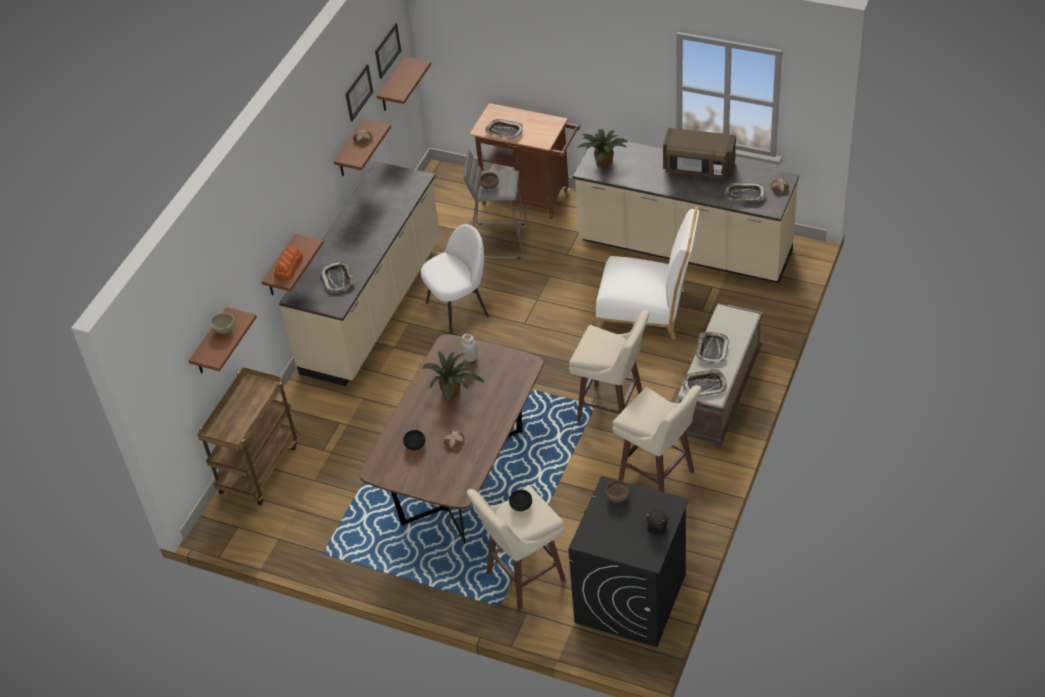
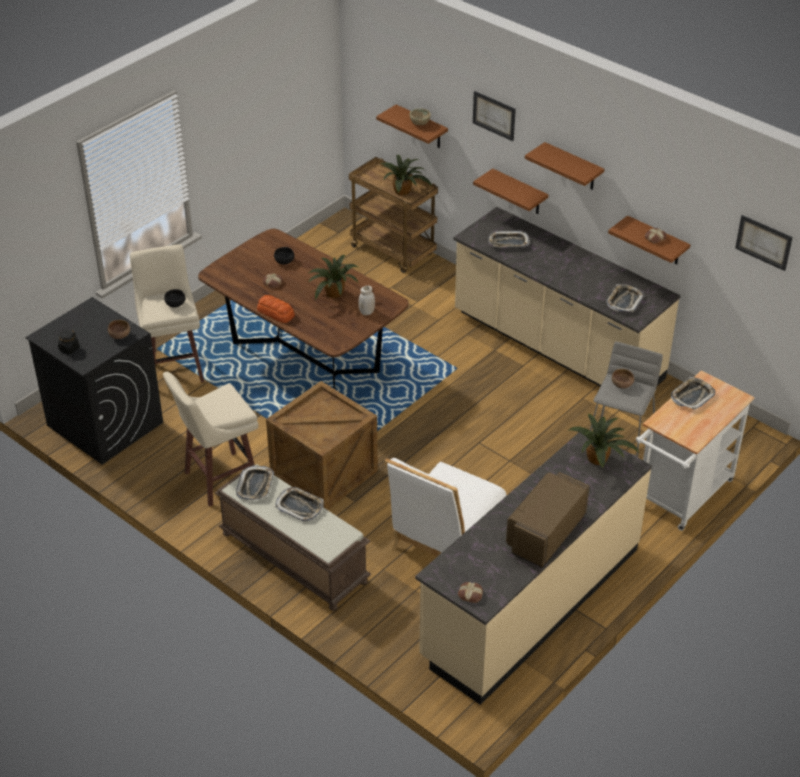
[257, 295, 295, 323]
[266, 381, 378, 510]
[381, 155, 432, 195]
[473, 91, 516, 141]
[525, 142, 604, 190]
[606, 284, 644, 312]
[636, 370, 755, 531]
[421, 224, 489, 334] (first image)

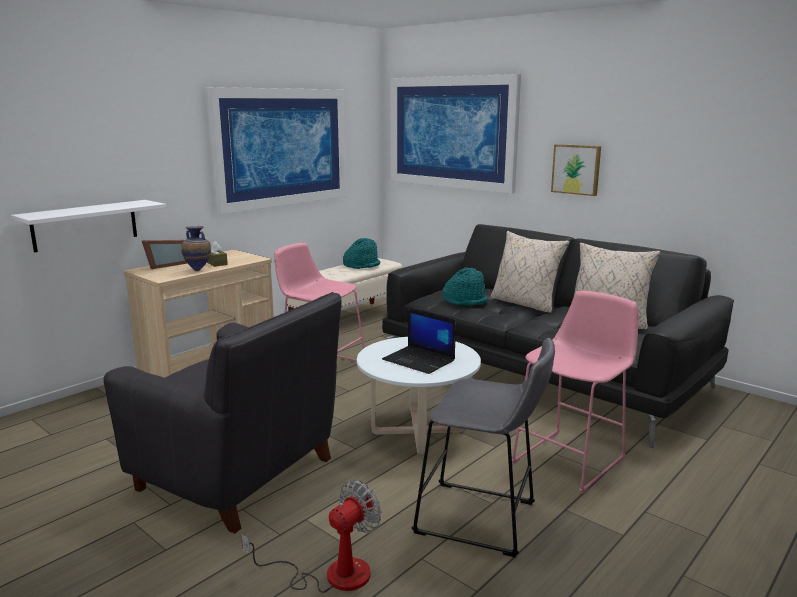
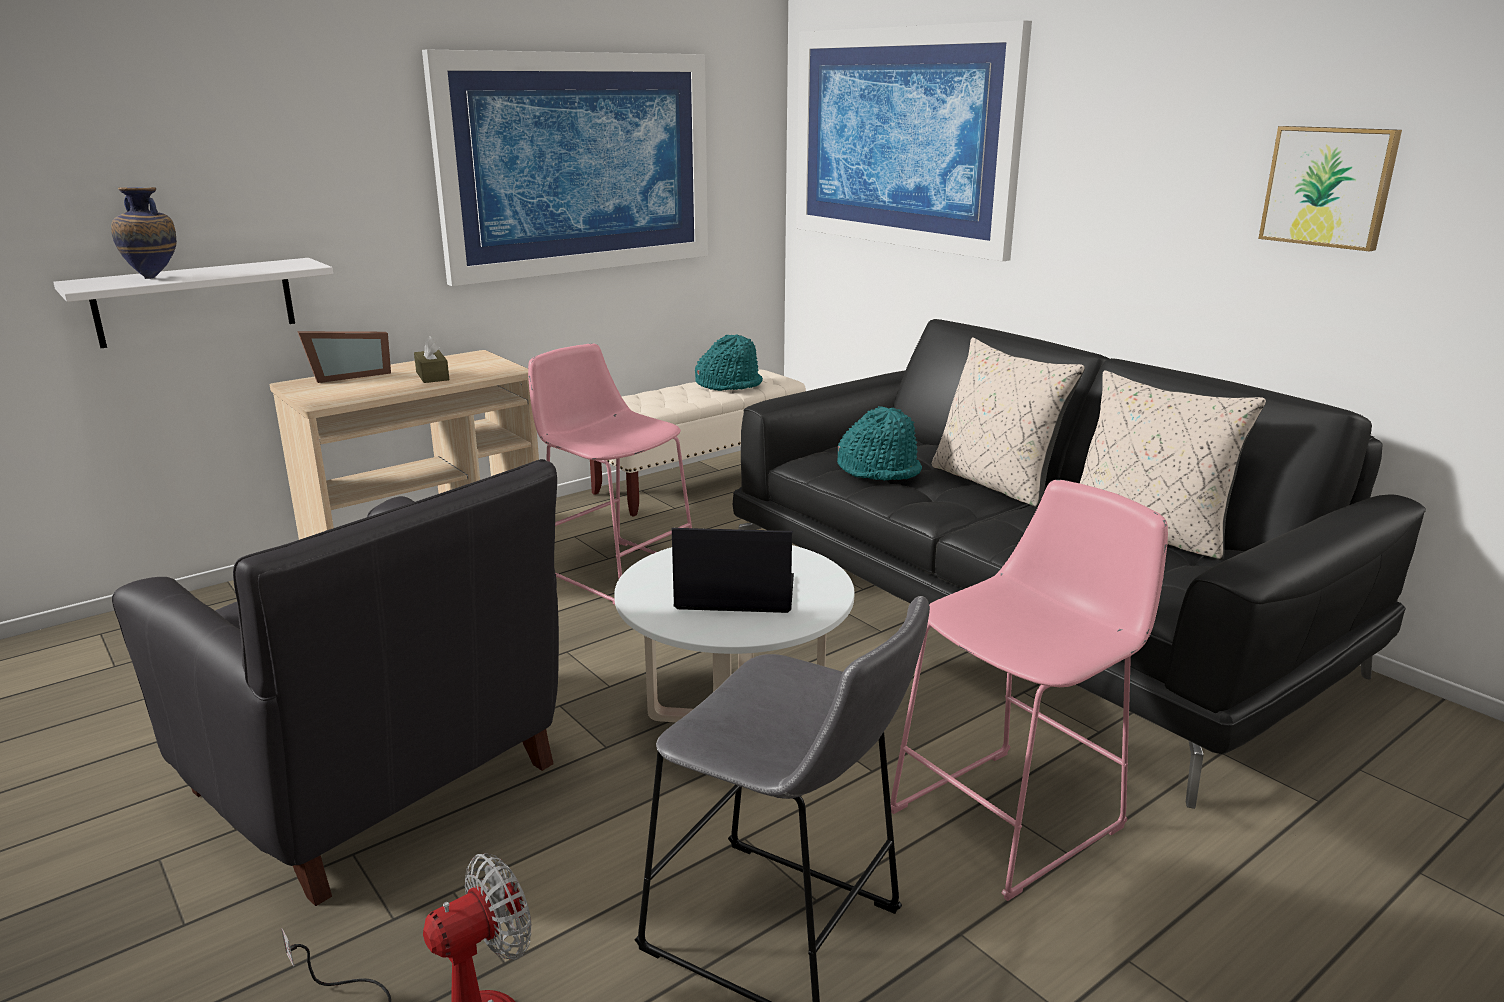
[111, 187, 177, 279]
[672, 528, 794, 613]
[1258, 126, 1402, 252]

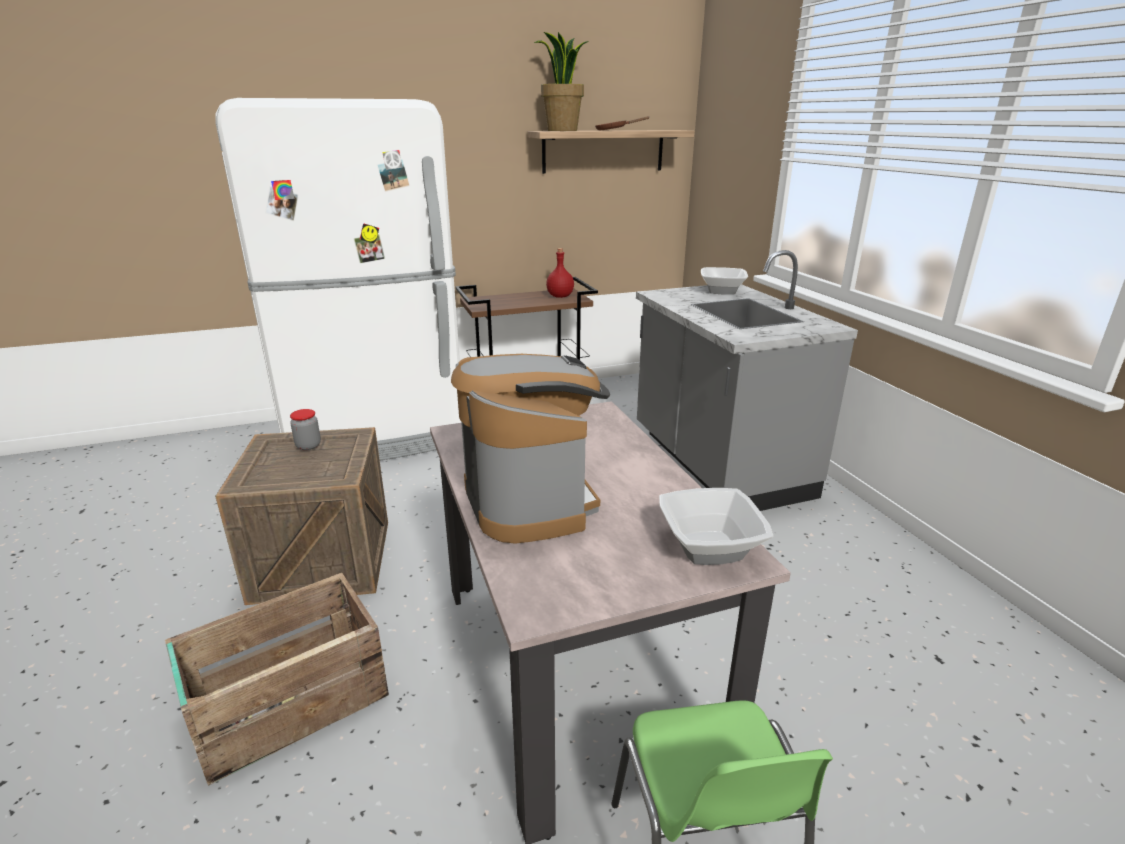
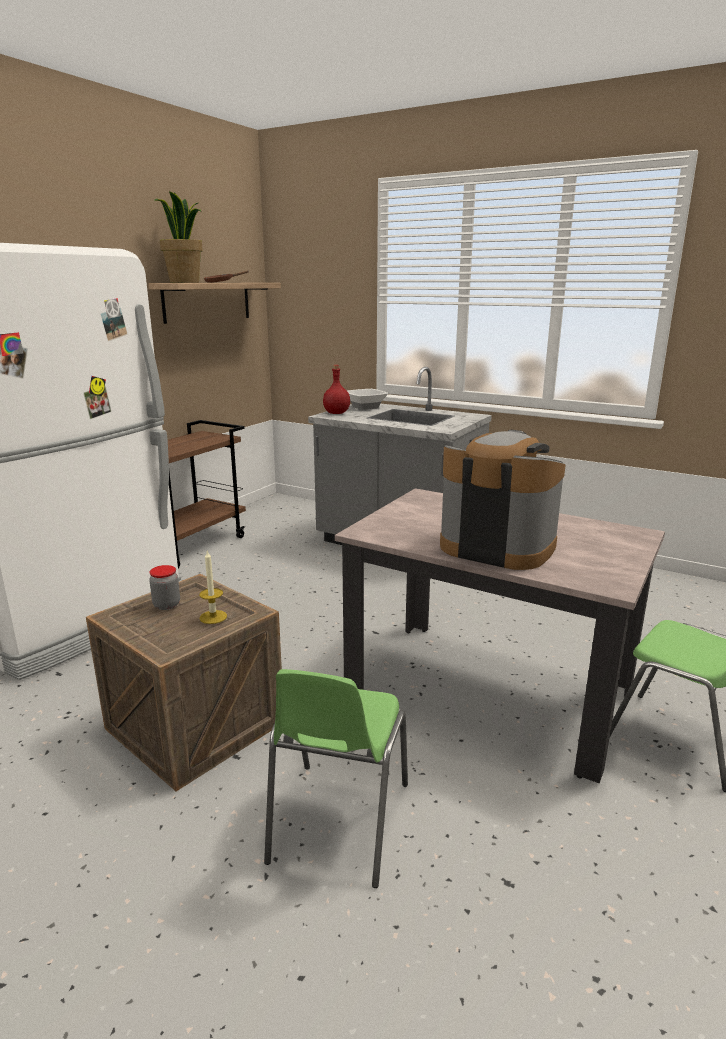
[199, 551, 227, 624]
[264, 669, 408, 888]
[323, 365, 350, 414]
[659, 488, 773, 565] (first image)

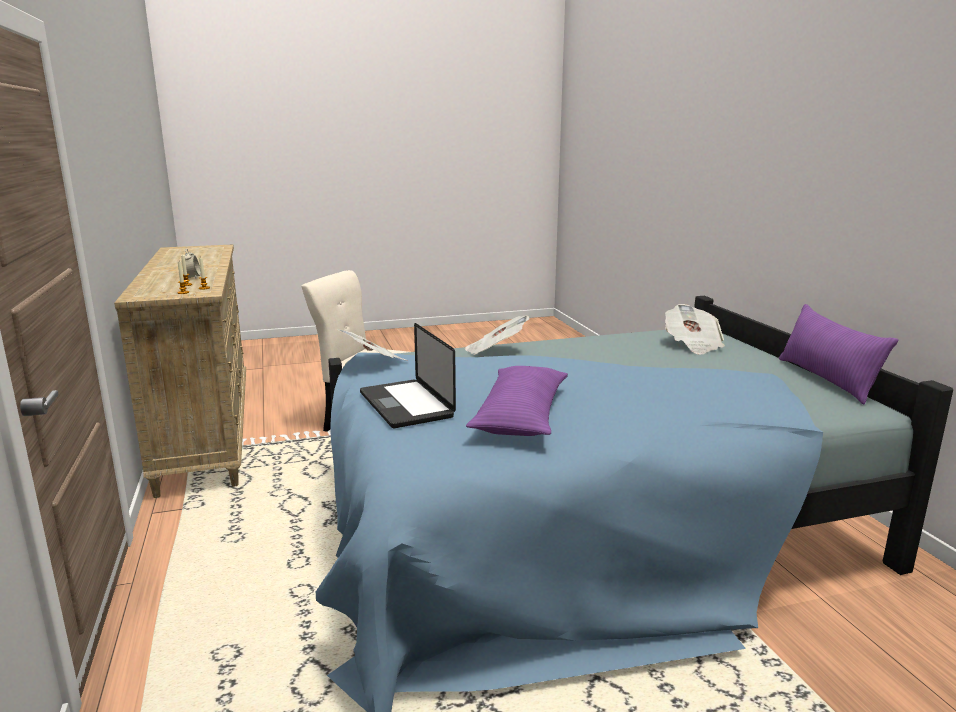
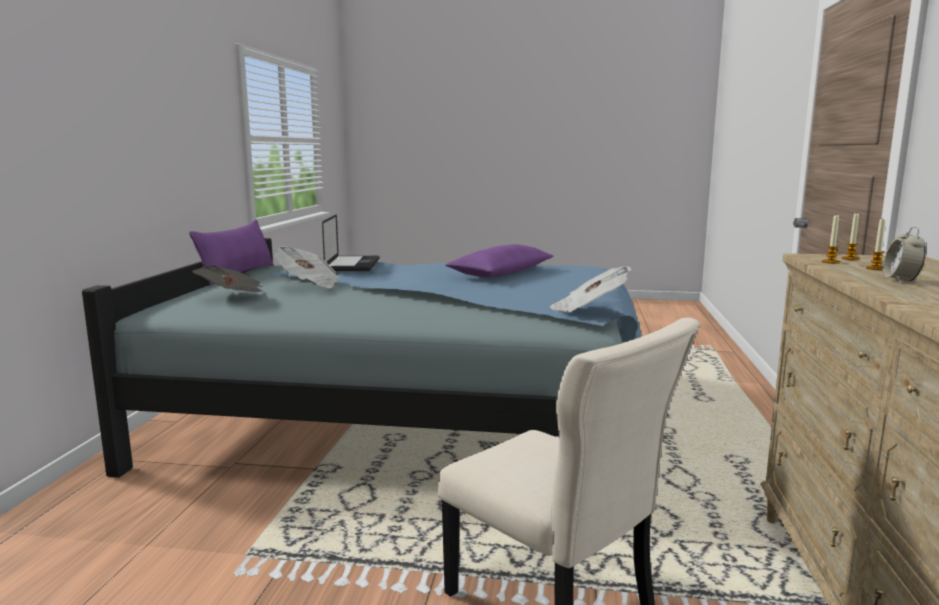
[274, 246, 340, 288]
[322, 214, 380, 271]

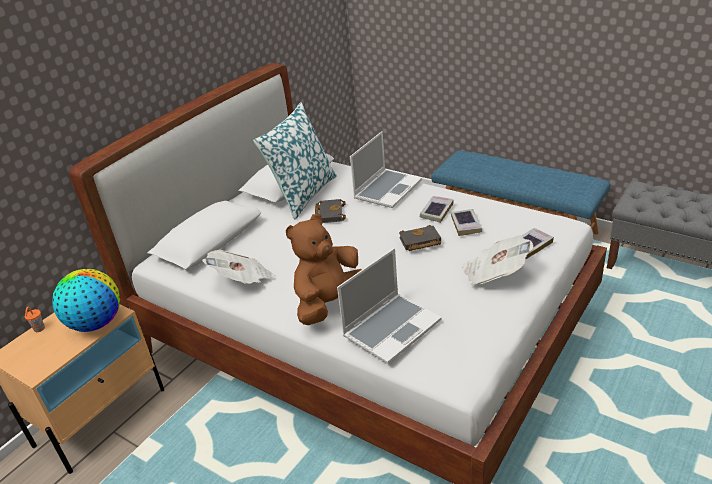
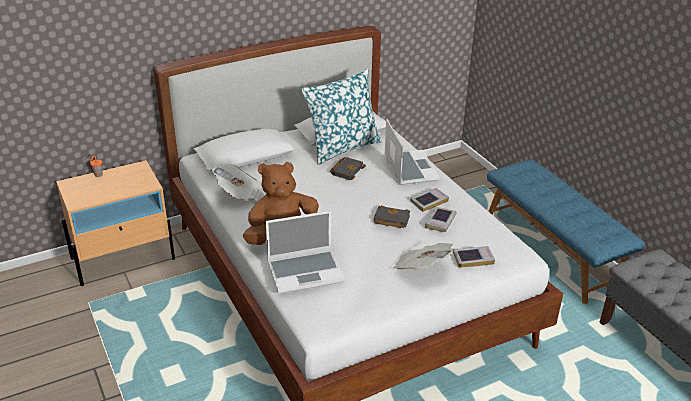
[384, 119, 440, 185]
[52, 269, 120, 332] (first image)

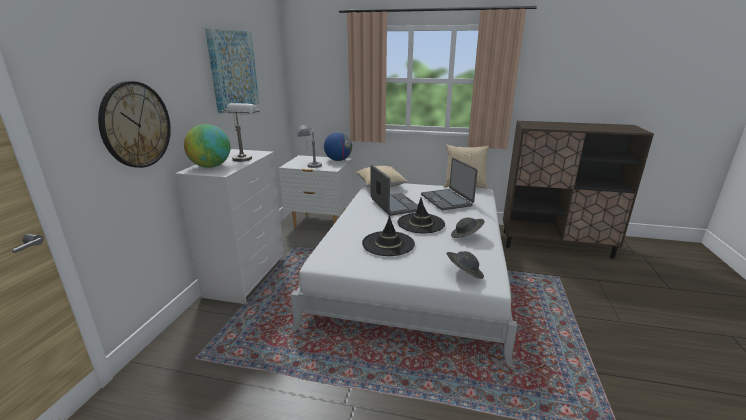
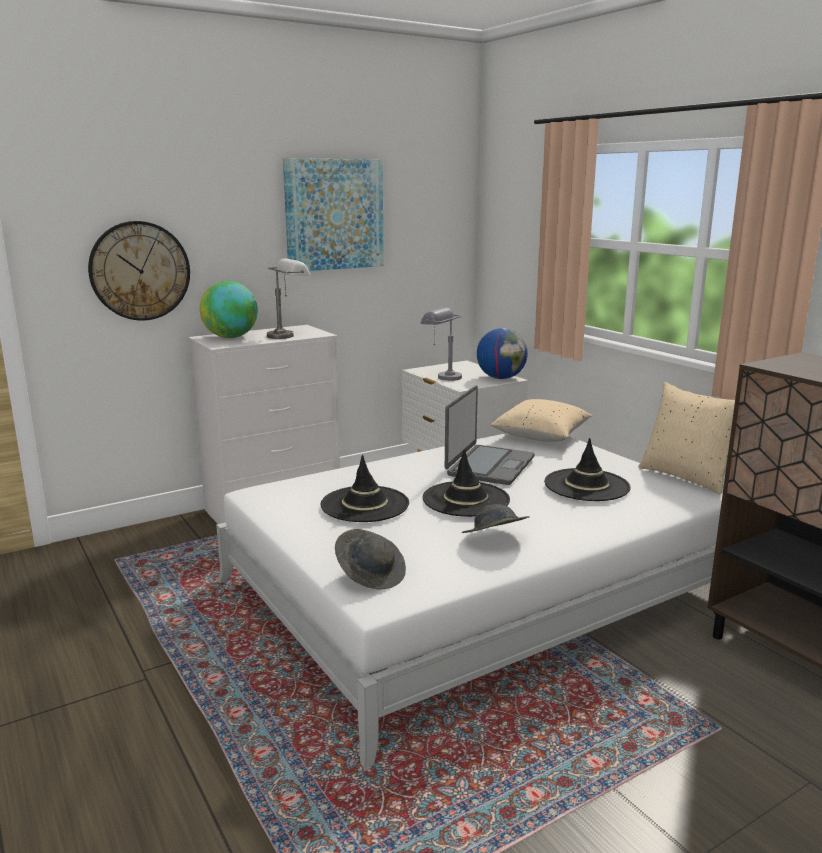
[544, 438, 631, 501]

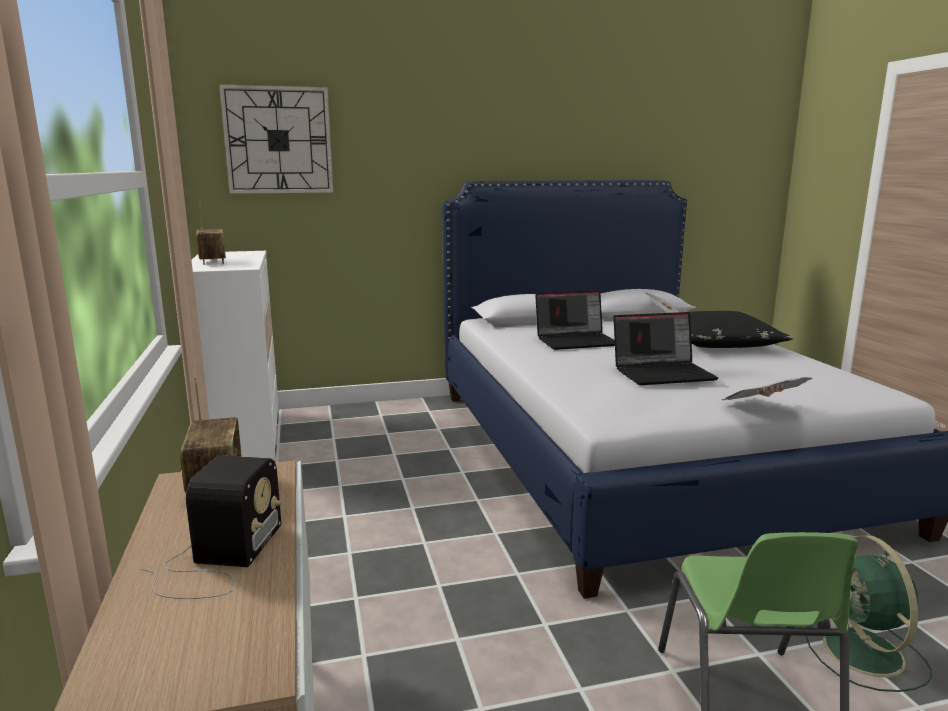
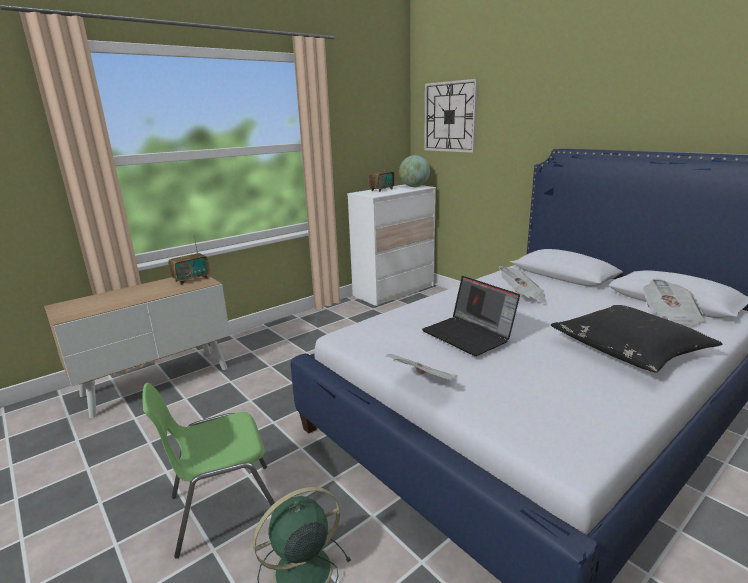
[399, 155, 430, 187]
[498, 266, 547, 303]
[141, 456, 282, 599] (first image)

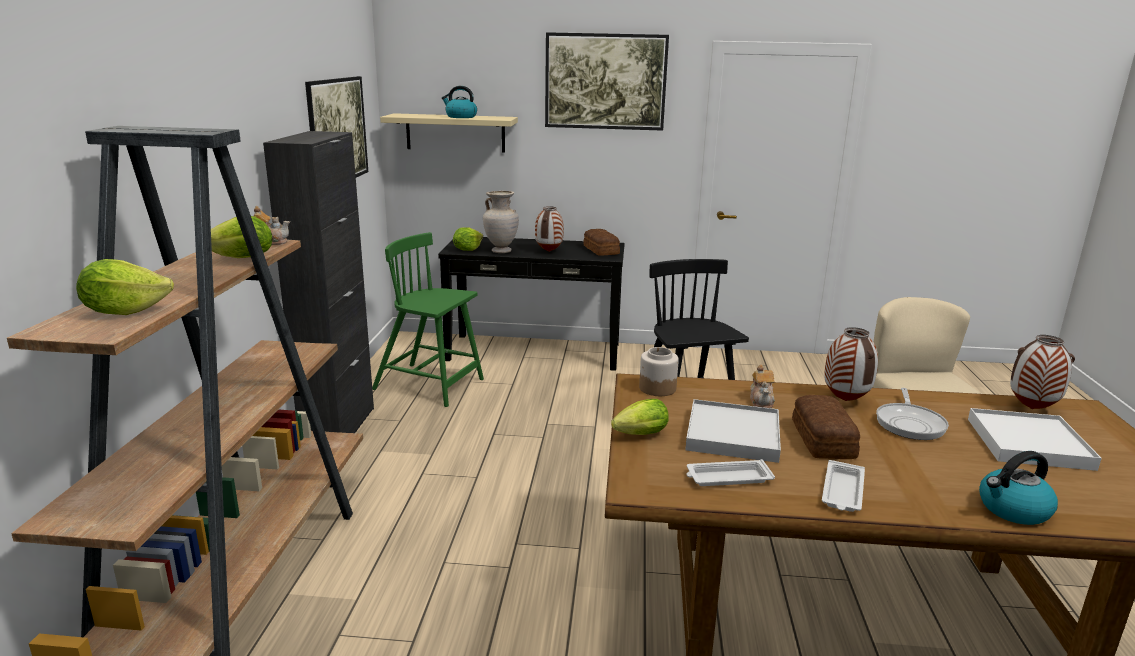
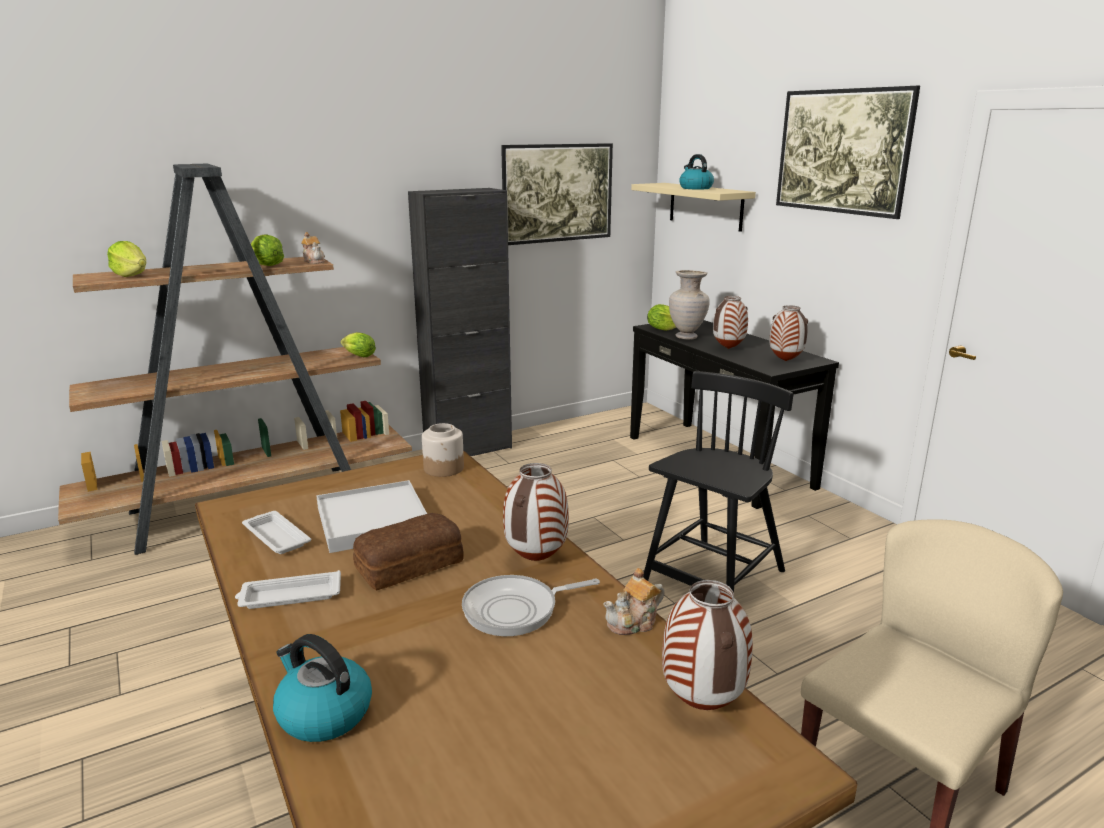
[340, 332, 376, 357]
[603, 568, 665, 635]
[770, 305, 808, 361]
[372, 232, 484, 407] (first image)
[968, 408, 1102, 471] (first image)

